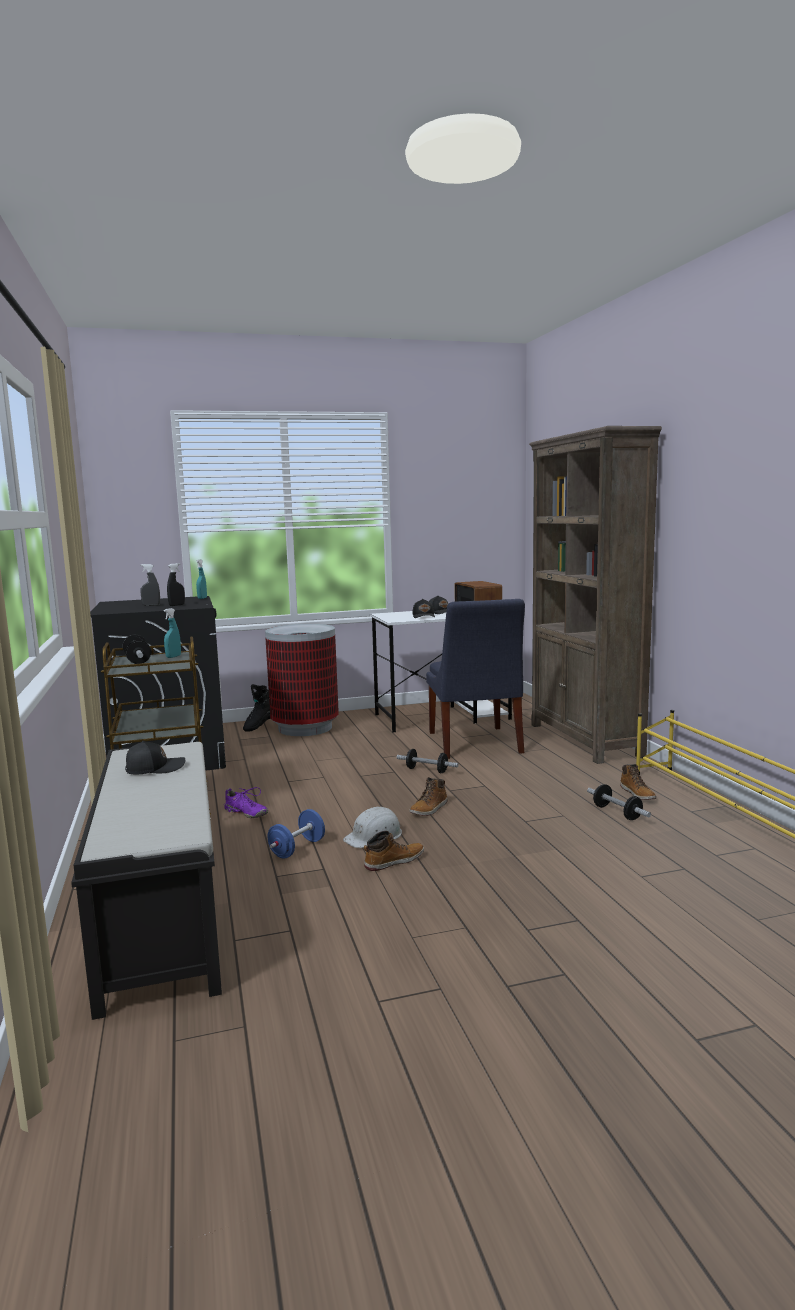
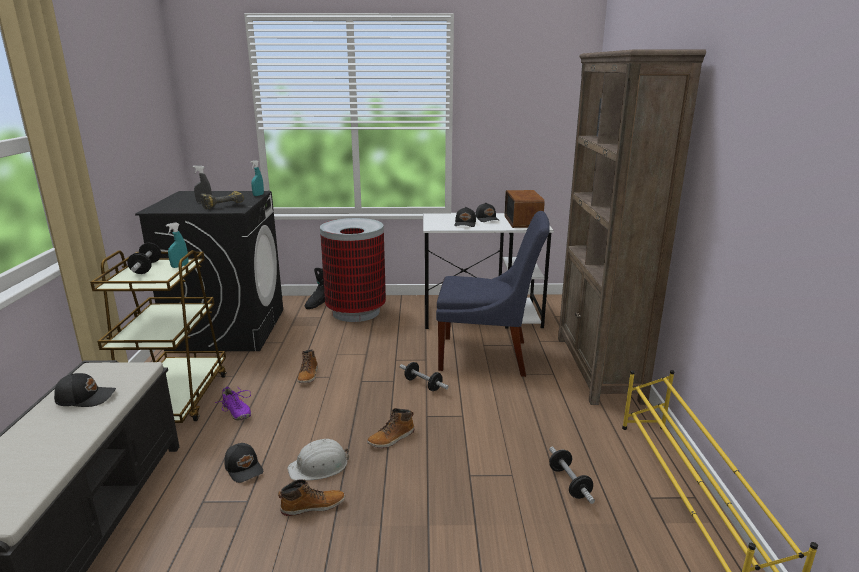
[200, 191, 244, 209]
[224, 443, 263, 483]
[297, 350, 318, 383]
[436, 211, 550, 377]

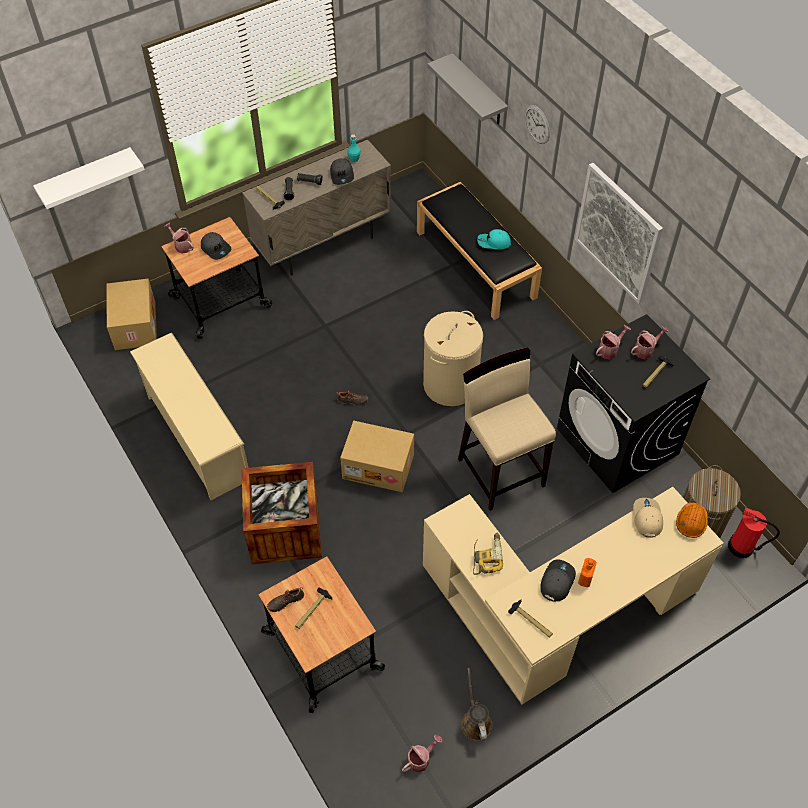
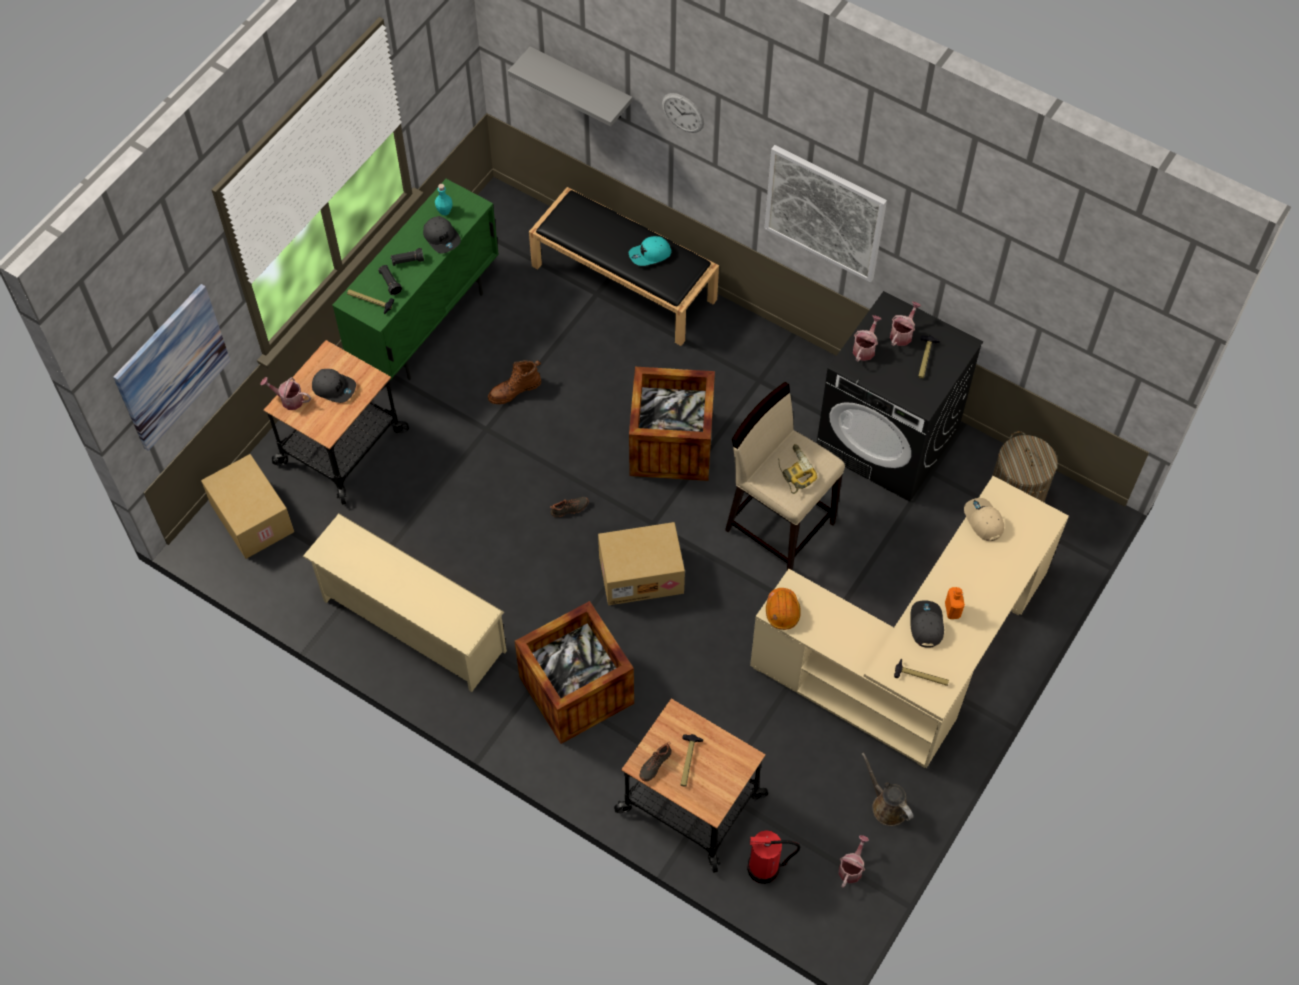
[113, 284, 230, 451]
[332, 179, 499, 380]
[488, 360, 541, 404]
[629, 367, 715, 481]
[747, 830, 800, 884]
[766, 588, 801, 630]
[778, 444, 817, 494]

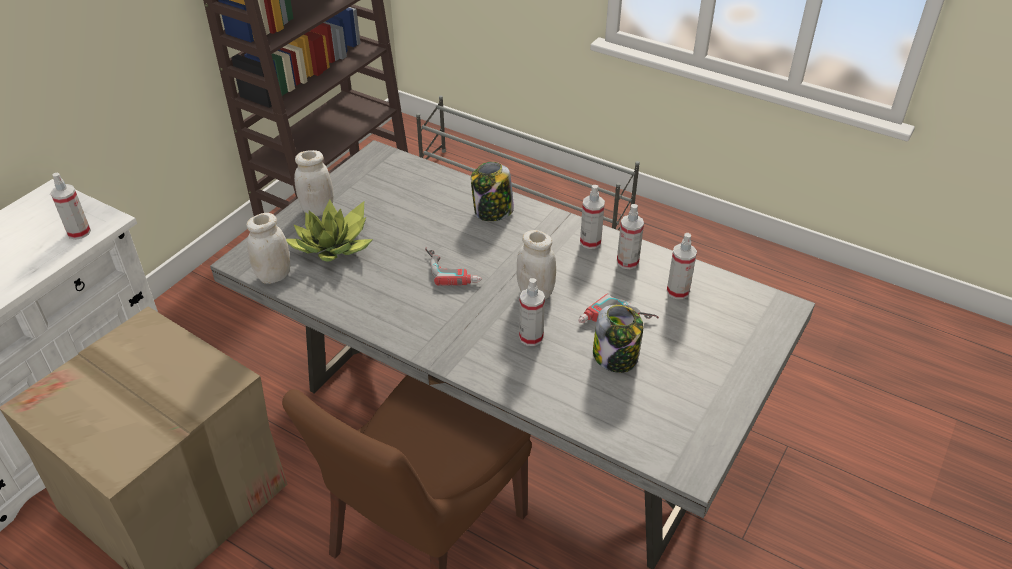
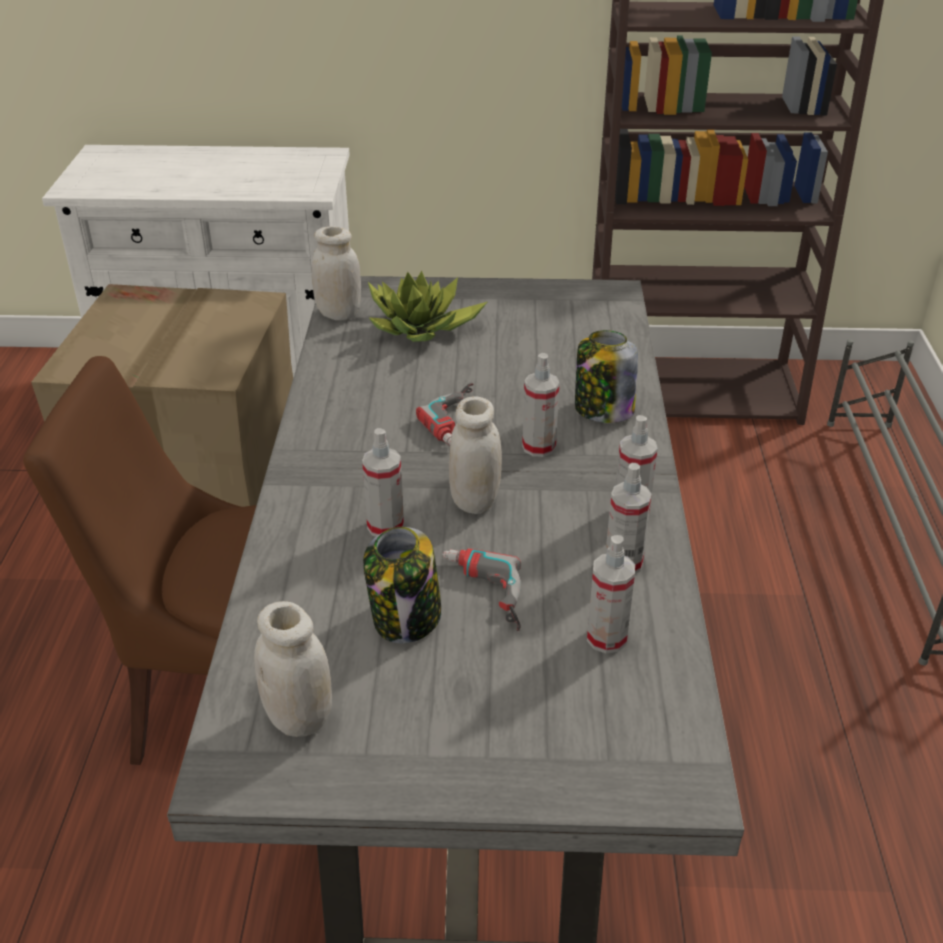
[254, 601, 332, 737]
[522, 353, 560, 457]

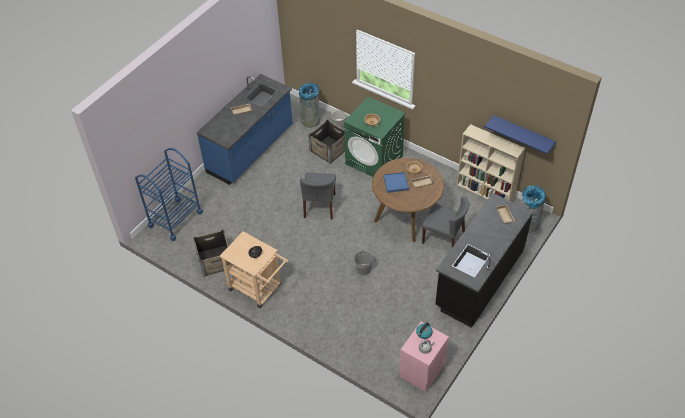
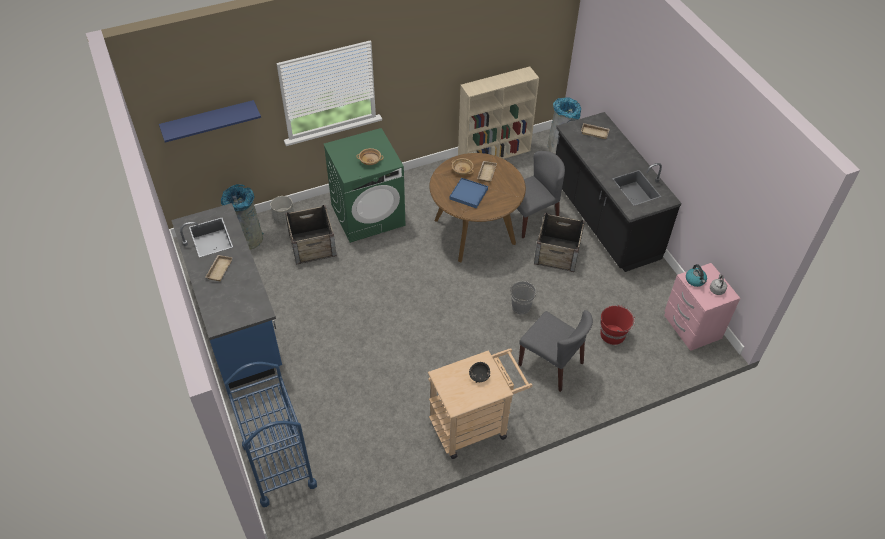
[159, 100, 261, 142]
[518, 310, 593, 392]
[534, 213, 585, 272]
[600, 305, 635, 345]

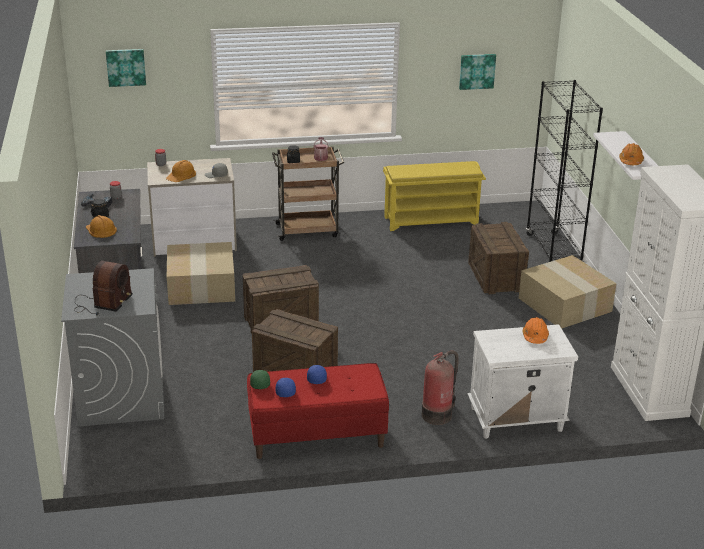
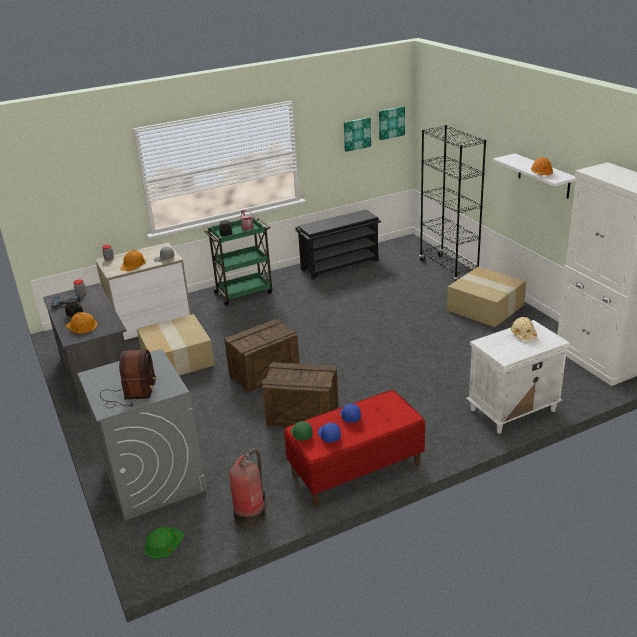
[145, 526, 184, 559]
[204, 217, 272, 306]
[229, 449, 266, 529]
[295, 210, 381, 280]
[379, 106, 405, 140]
[511, 317, 537, 340]
[468, 222, 529, 294] (first image)

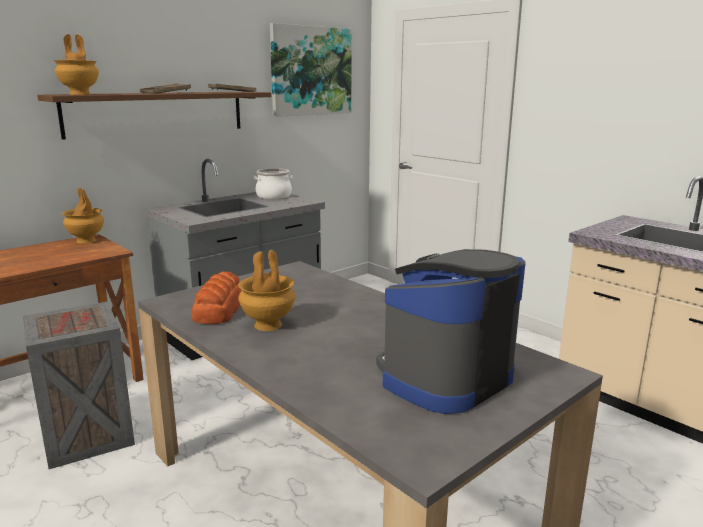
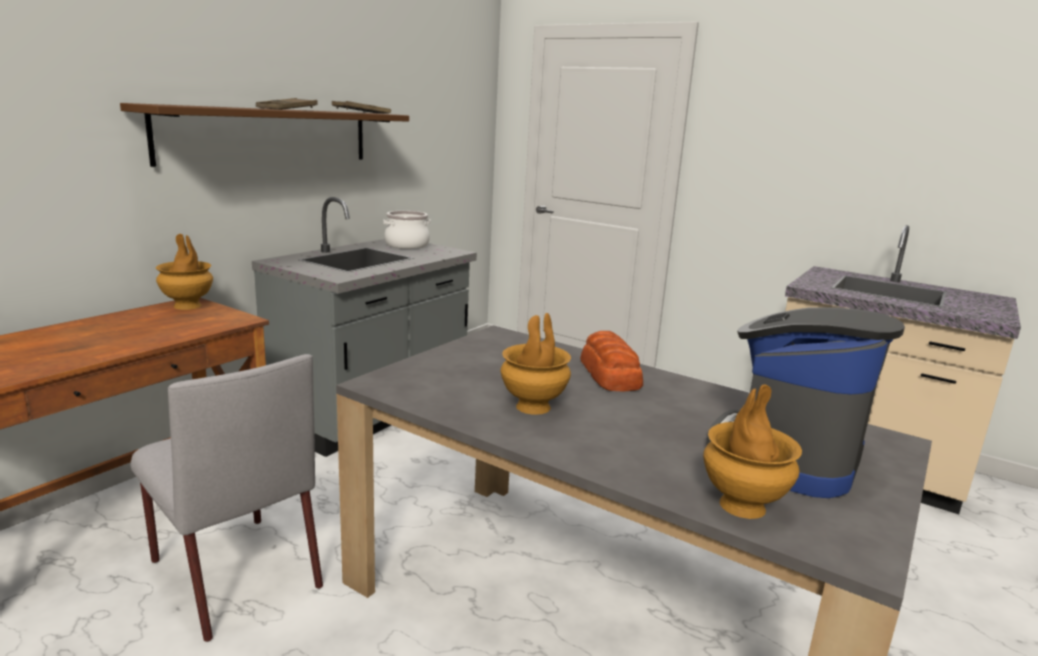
[130, 354, 323, 642]
[580, 331, 643, 392]
[703, 385, 802, 519]
[270, 23, 352, 117] (first image)

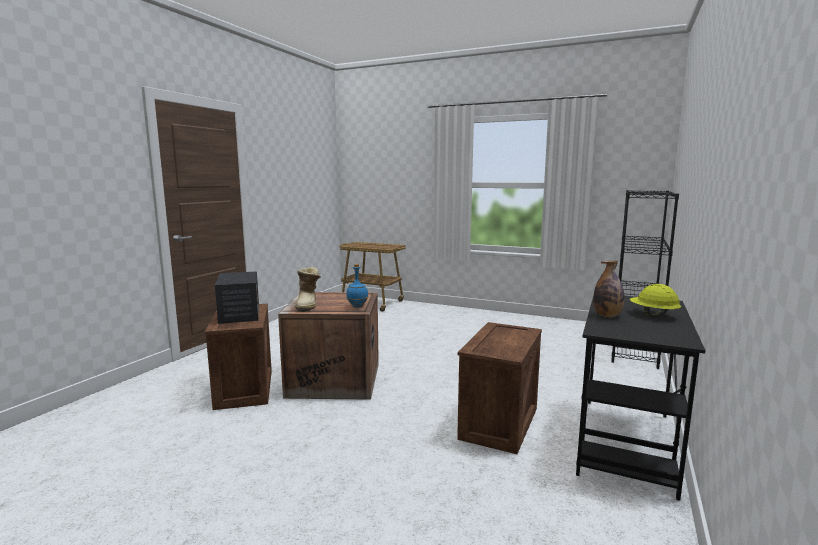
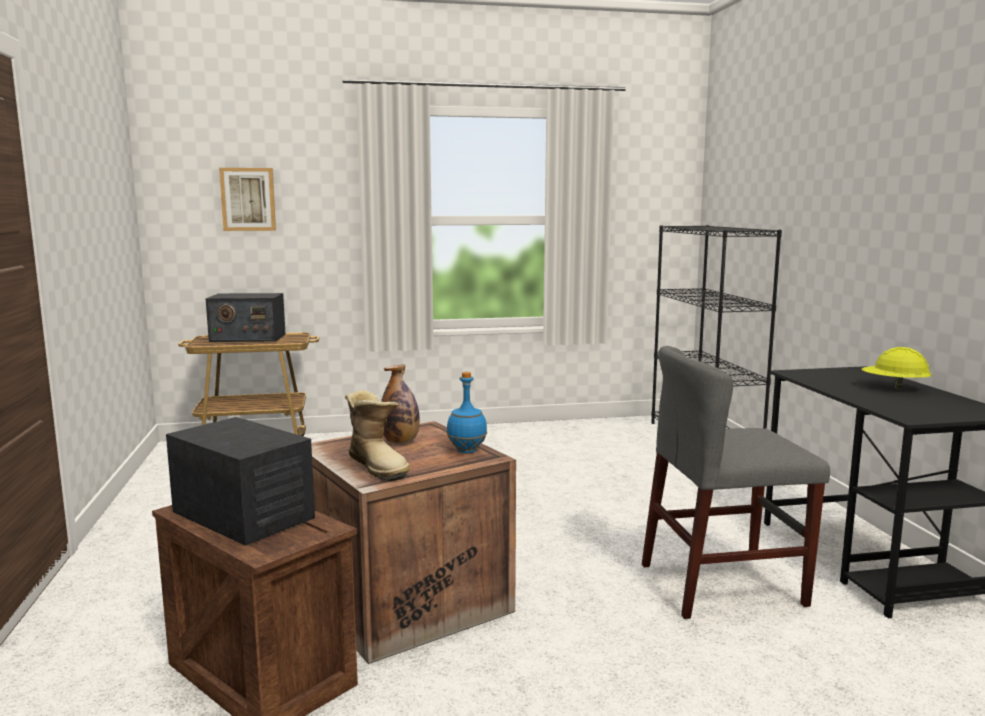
[206, 293, 285, 342]
[219, 168, 276, 231]
[381, 364, 420, 443]
[642, 346, 830, 619]

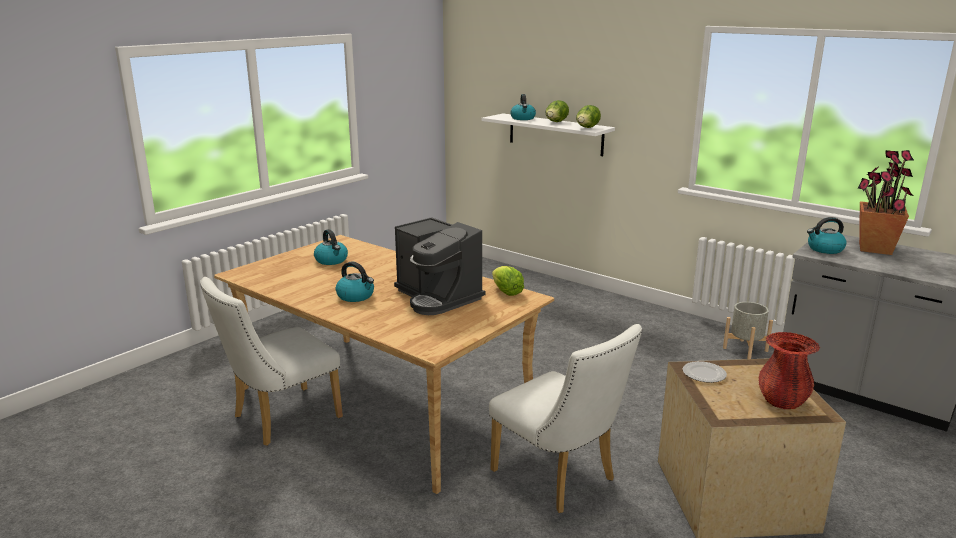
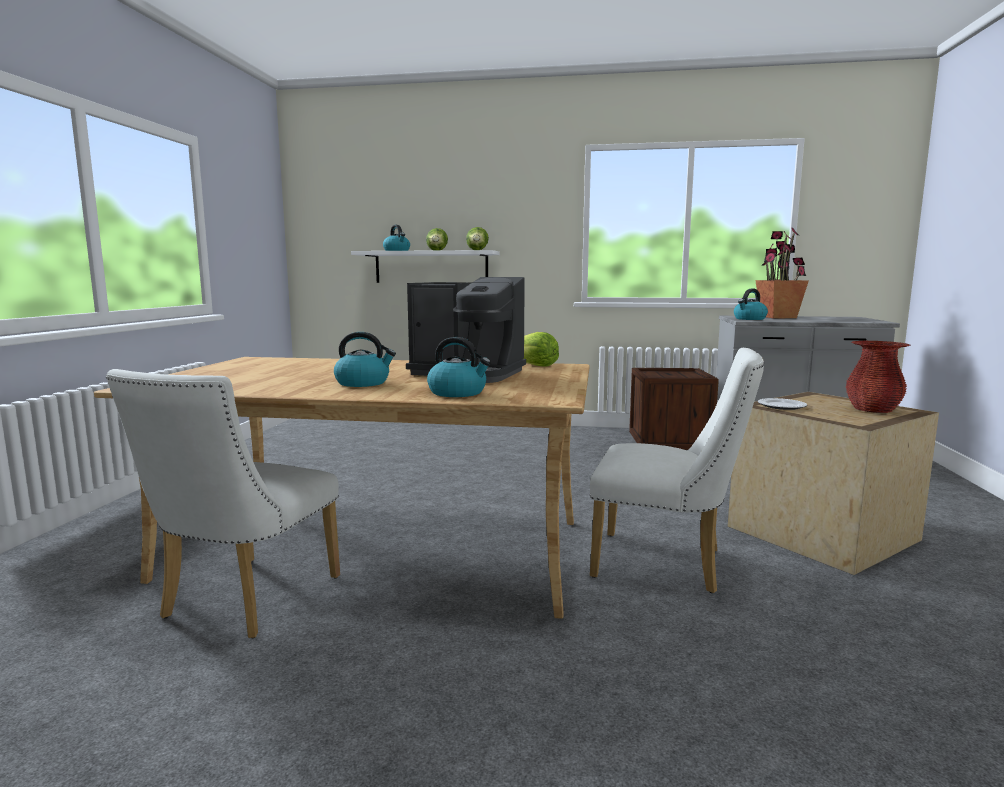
[427, 337, 491, 397]
[629, 368, 719, 450]

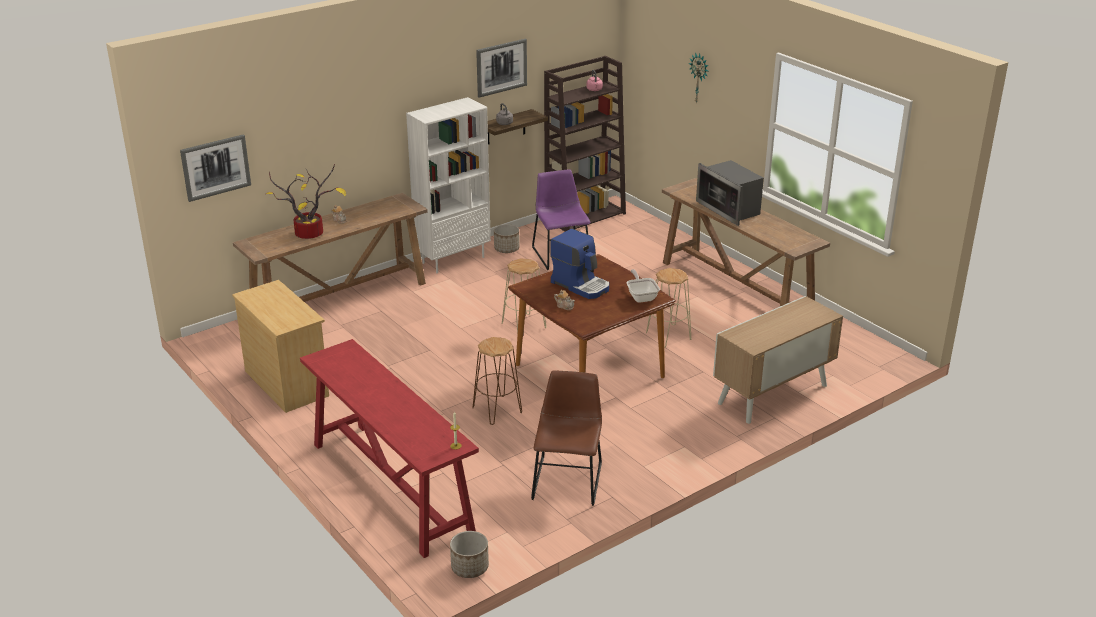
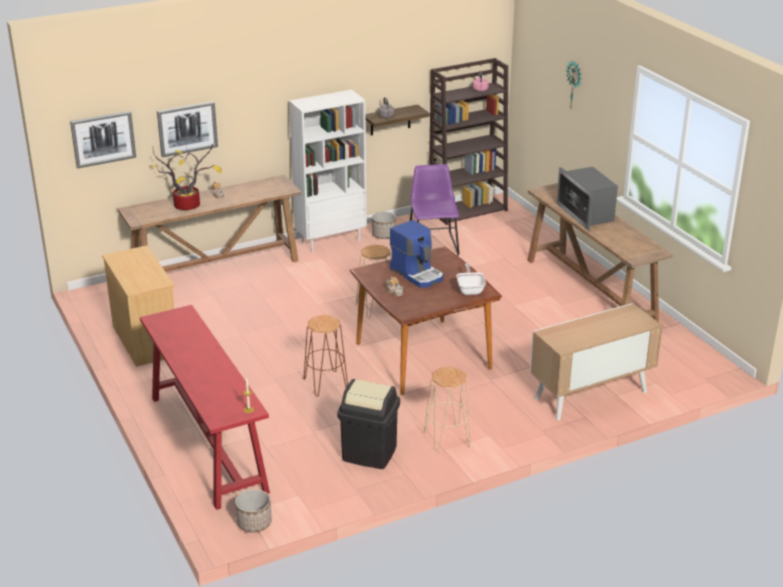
[157, 101, 218, 157]
[337, 379, 400, 469]
[424, 367, 471, 453]

